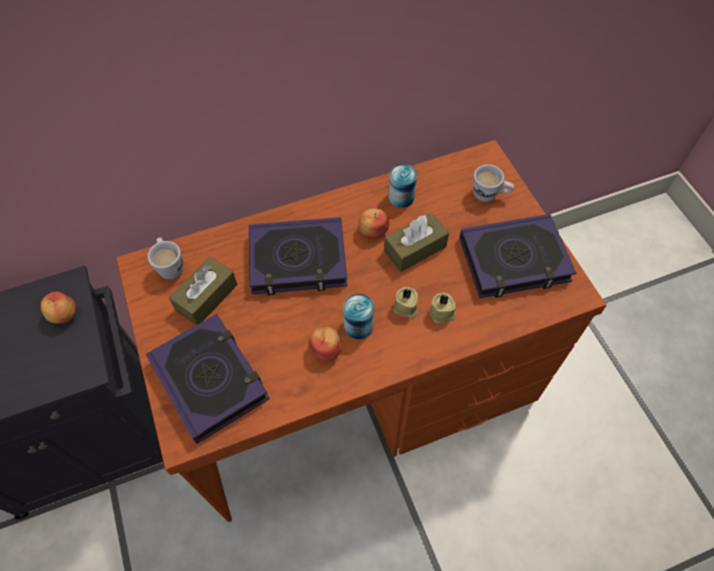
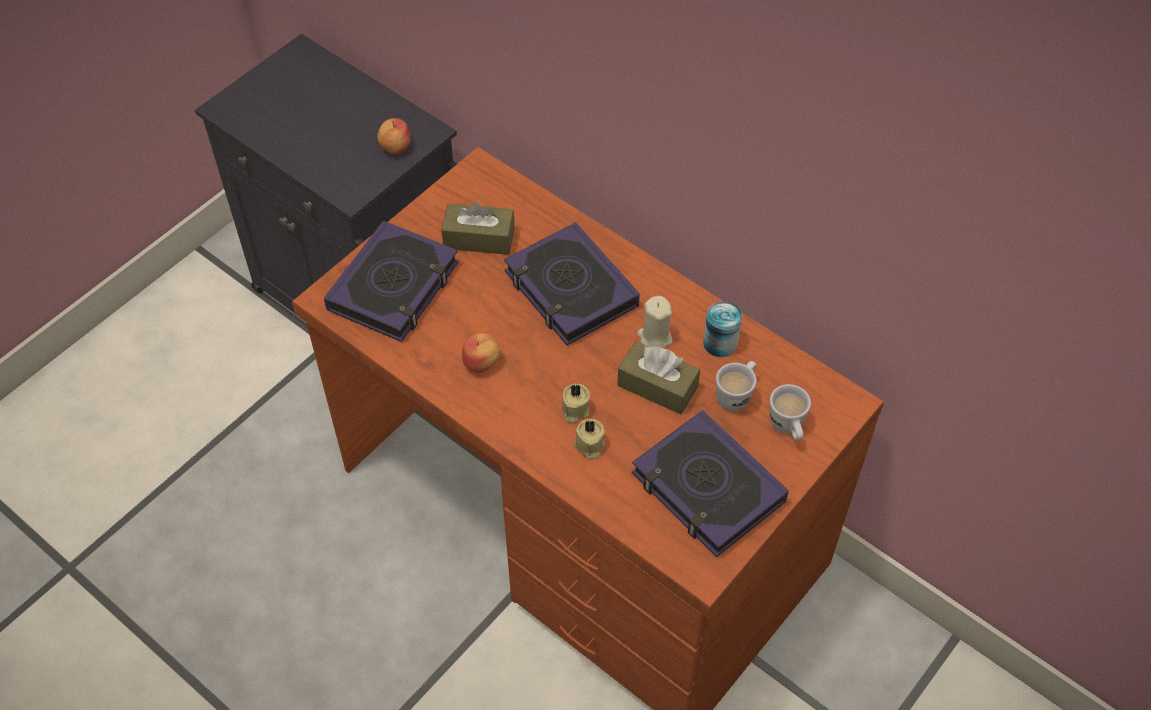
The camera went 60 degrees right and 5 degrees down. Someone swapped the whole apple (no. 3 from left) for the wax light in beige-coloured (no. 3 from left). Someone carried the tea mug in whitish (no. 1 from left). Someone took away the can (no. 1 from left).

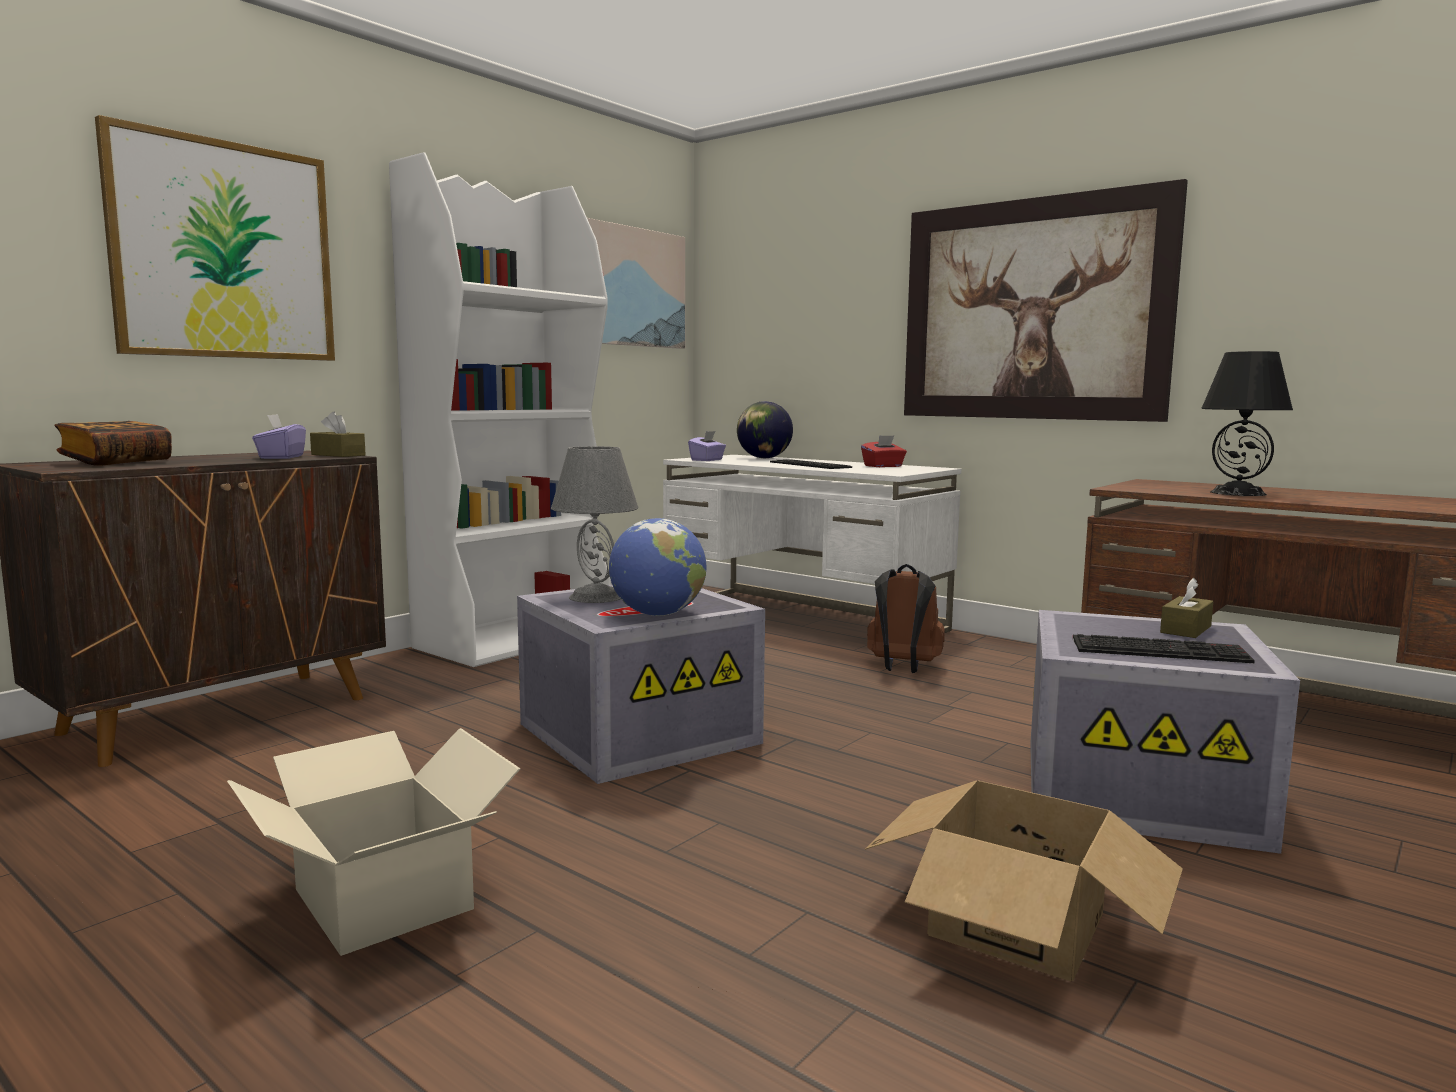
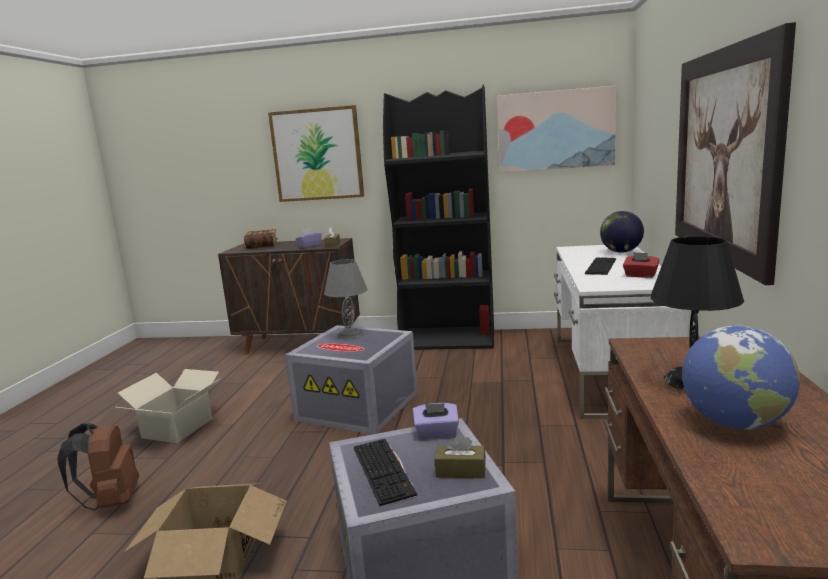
The camera went 60 degrees right and 5 degrees up. Someone repainted the shelving unit in whitish, which became the shelving unit in black-coloured. Someone carried the tissue box in purplish (no. 2 from left). Someone carried the desk globe (no. 1 from left in the first image). Someone carried the backpack in brown.

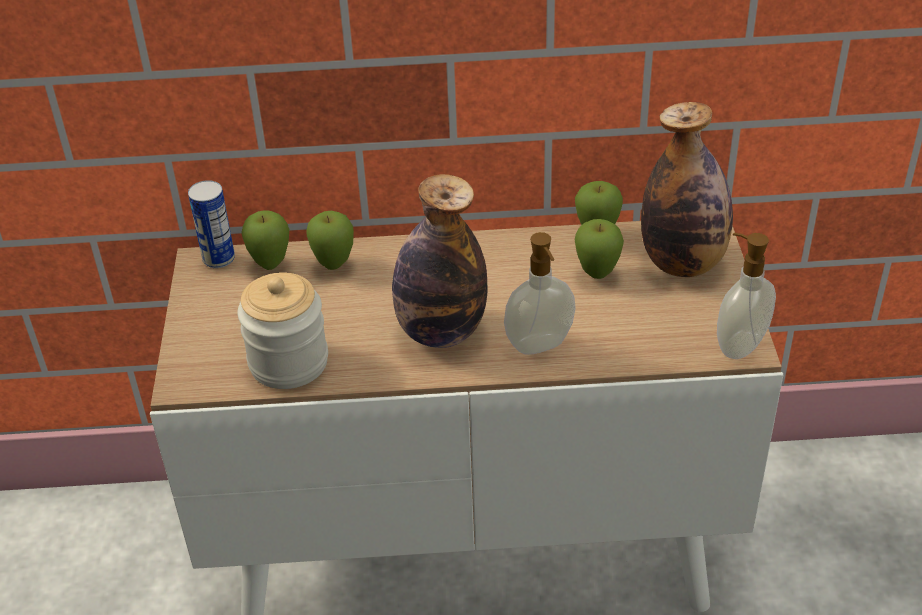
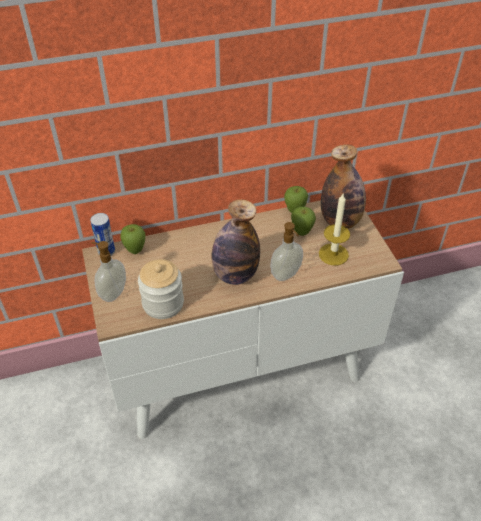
The camera went 15 degrees left and 5 degrees up. Someone took away the whole apple (no. 2 from left). Someone carried the liquid soap bottle (no. 2 from left in the first image). Someone put down the wax light.

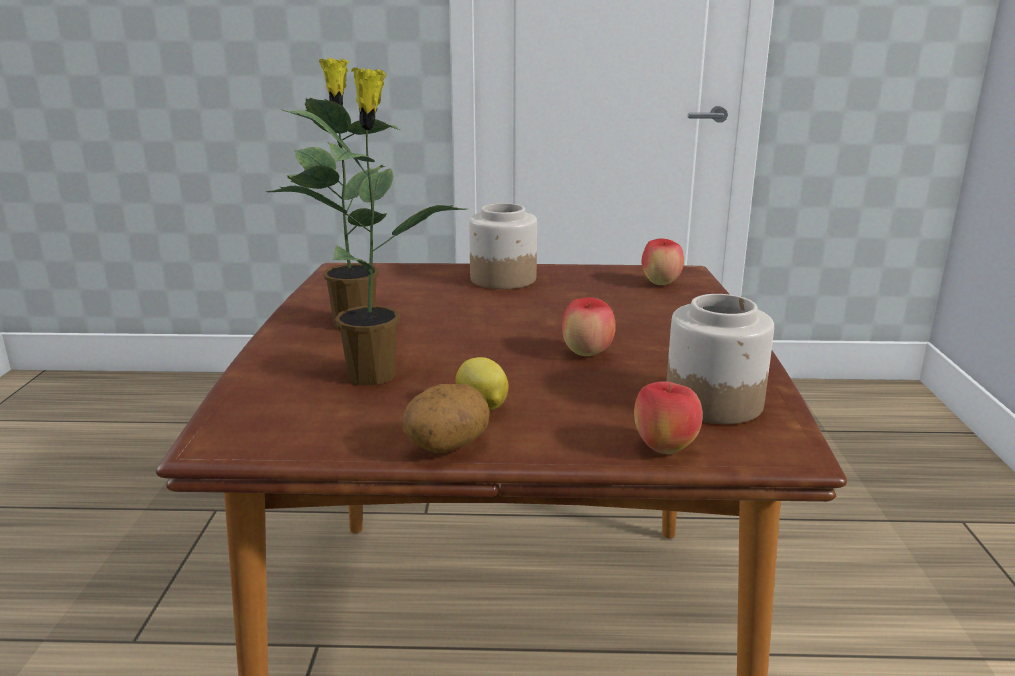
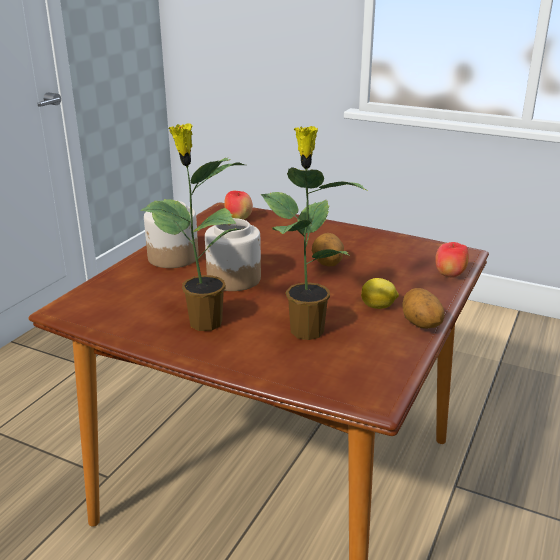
The camera went 65 degrees left and 5 degrees up. Someone carried the preserve jar (no. 2 from left). Someone swapped the whole apple (no. 1 from left) for the potato (no. 1 from left).

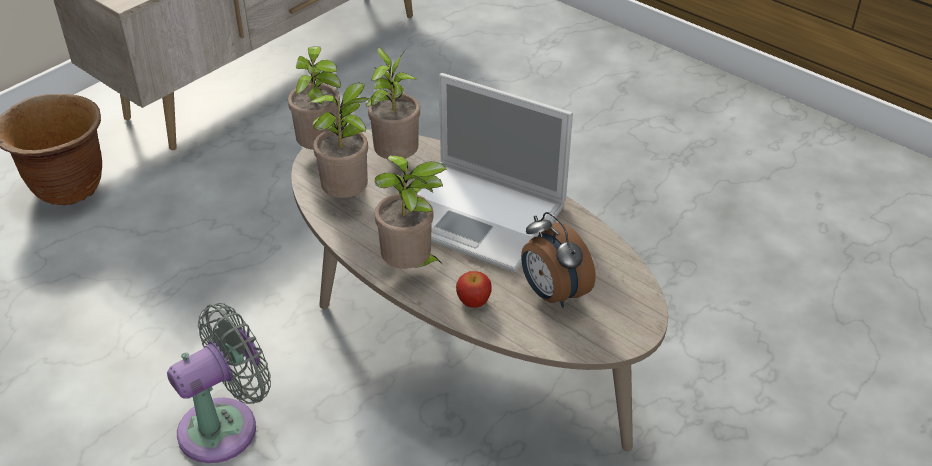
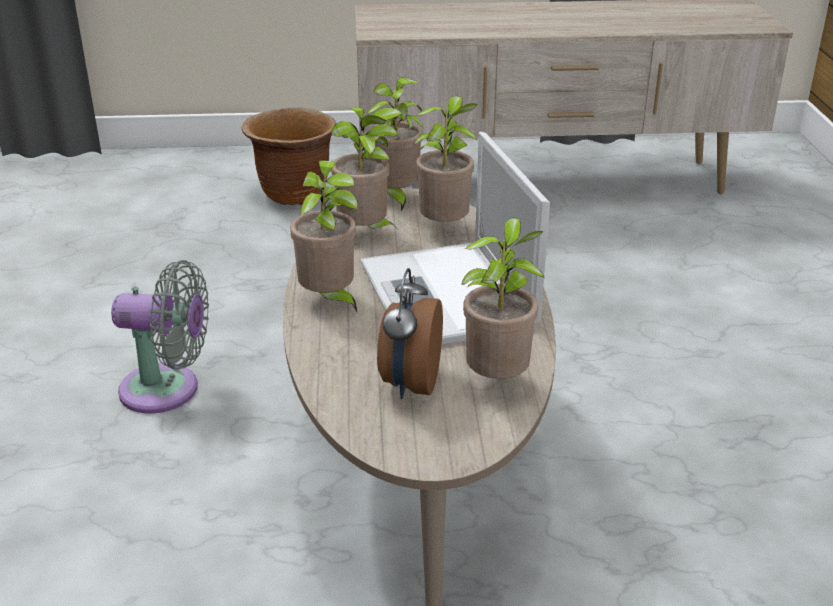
The camera went 45 degrees right and 10 degrees down. Someone took away the whole apple. Someone put down the houseplant (no. 5 from left).

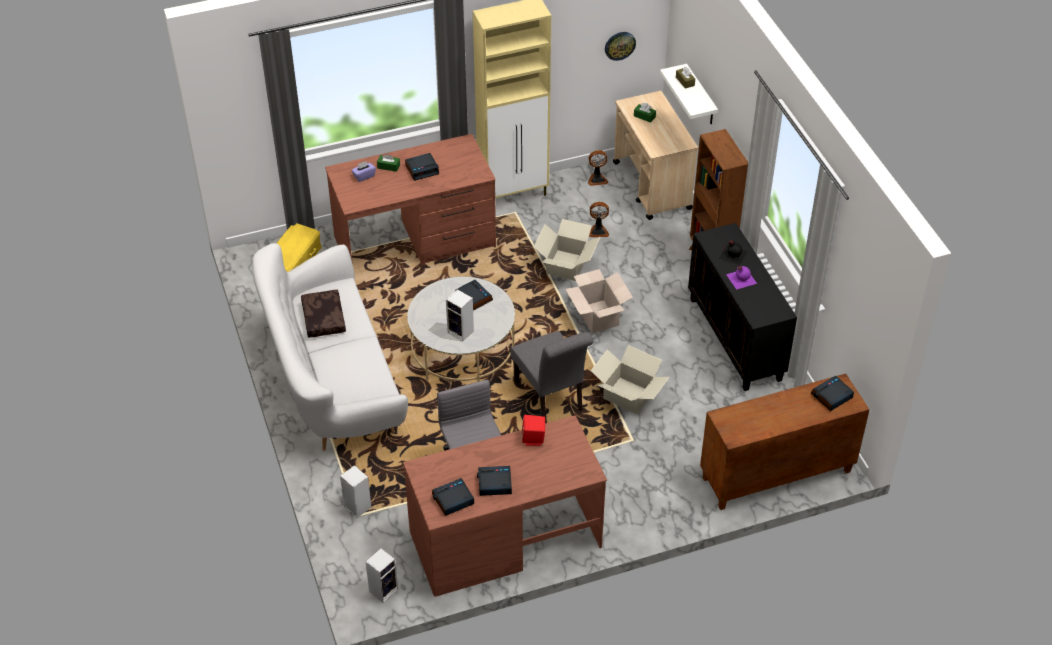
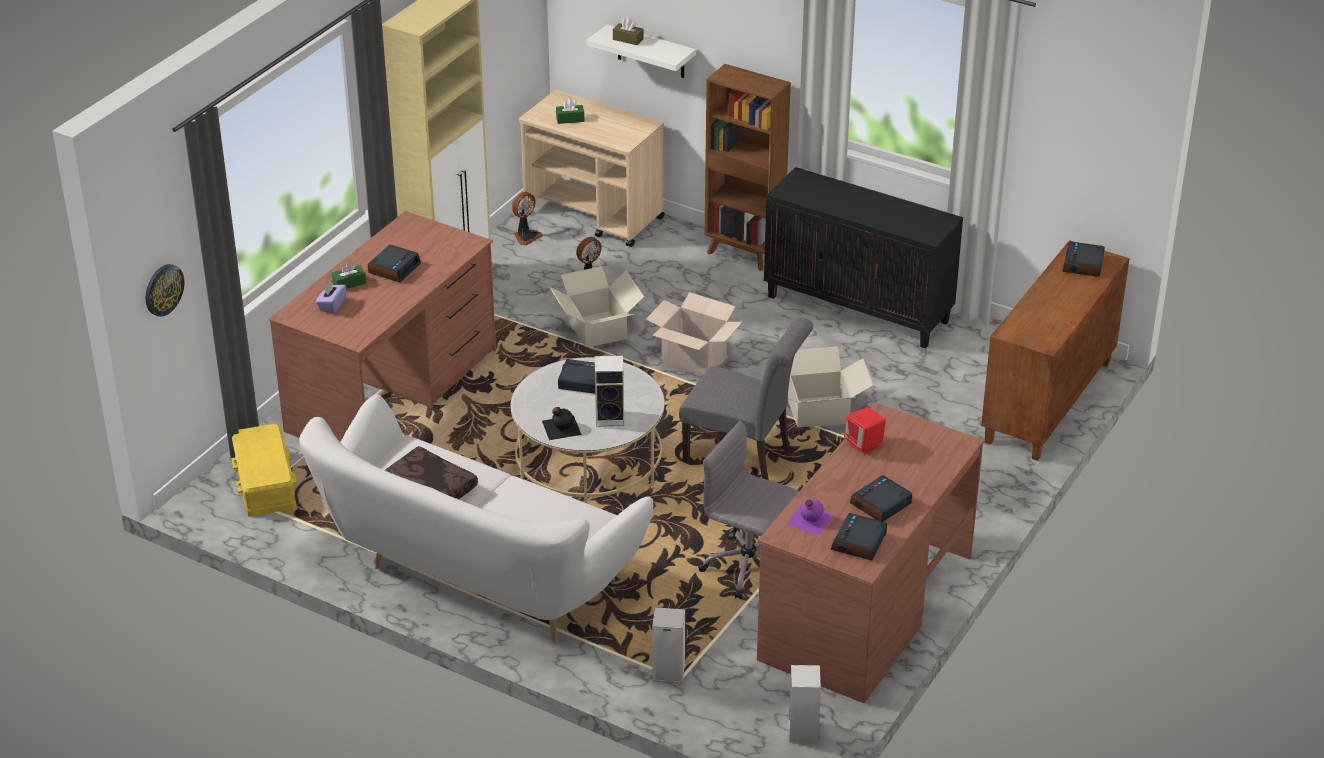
The camera went 40 degrees left and 10 degrees down. Someone carried the hanging clock. Someone carried the beverage bottle in black-coloured. Someone carried the beverage bottle in purplish.

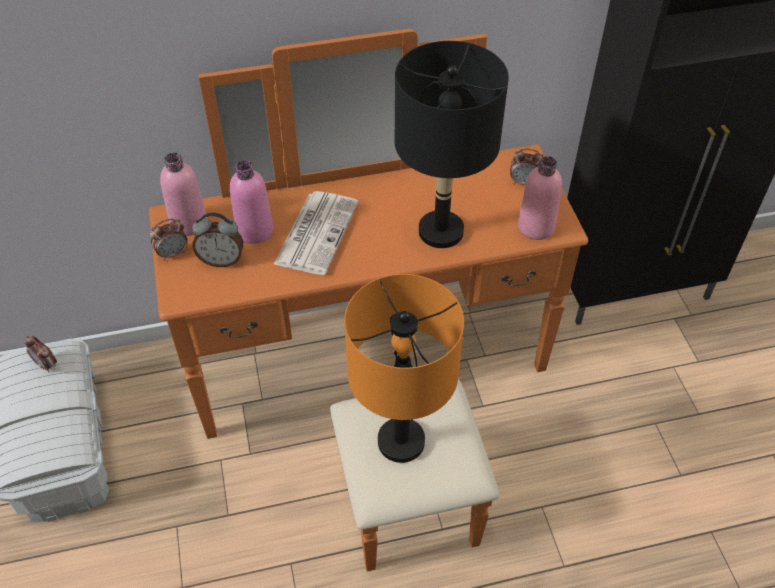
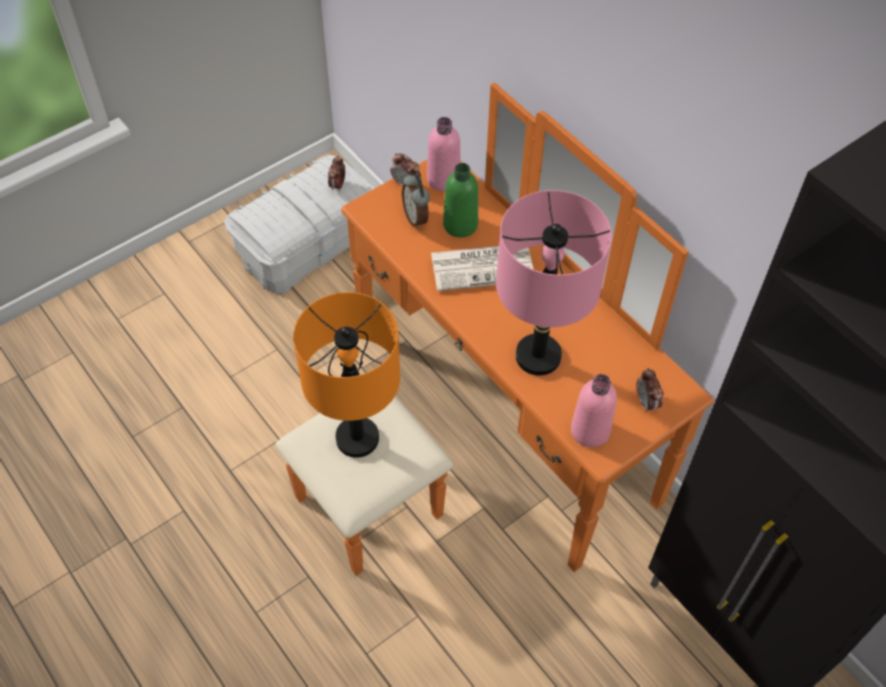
The camera went 65 degrees right and 5 degrees up. Someone repainted the lamp for a table in black-coloured, which became the lamp for a table in pink-coloured. Someone repainted the beverage bottle in pink-coloured (no. 2 from left), which became the beverage bottle in greenish.

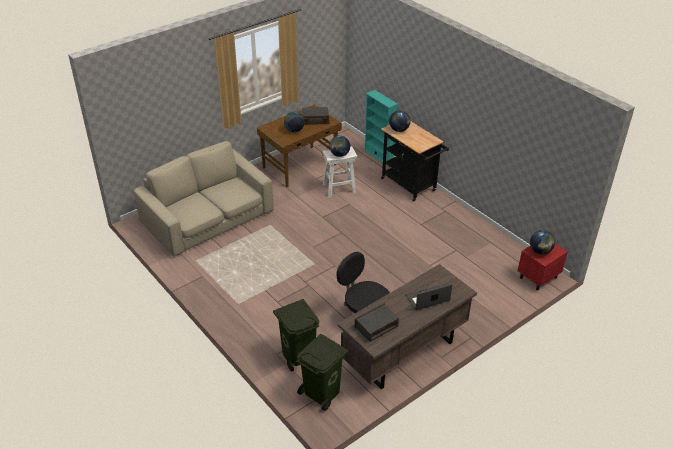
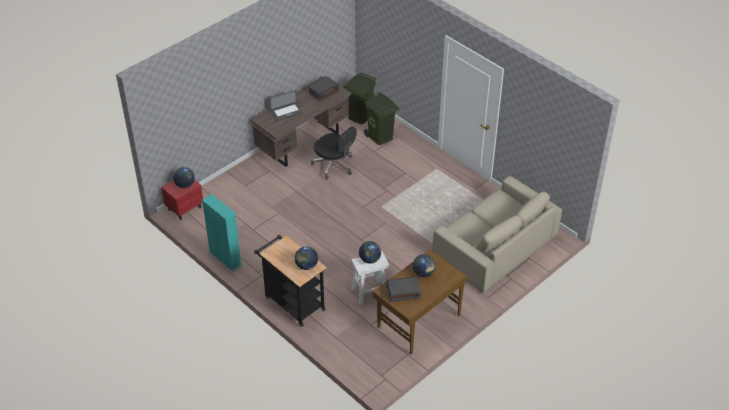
The camera went 175 degrees right and 5 degrees up. Someone carried the shelving unit in blue-green.

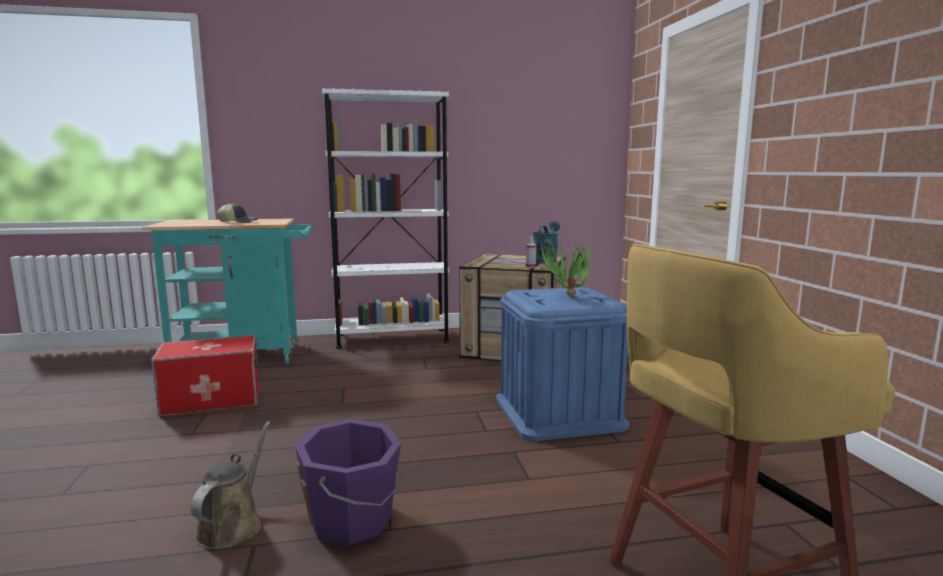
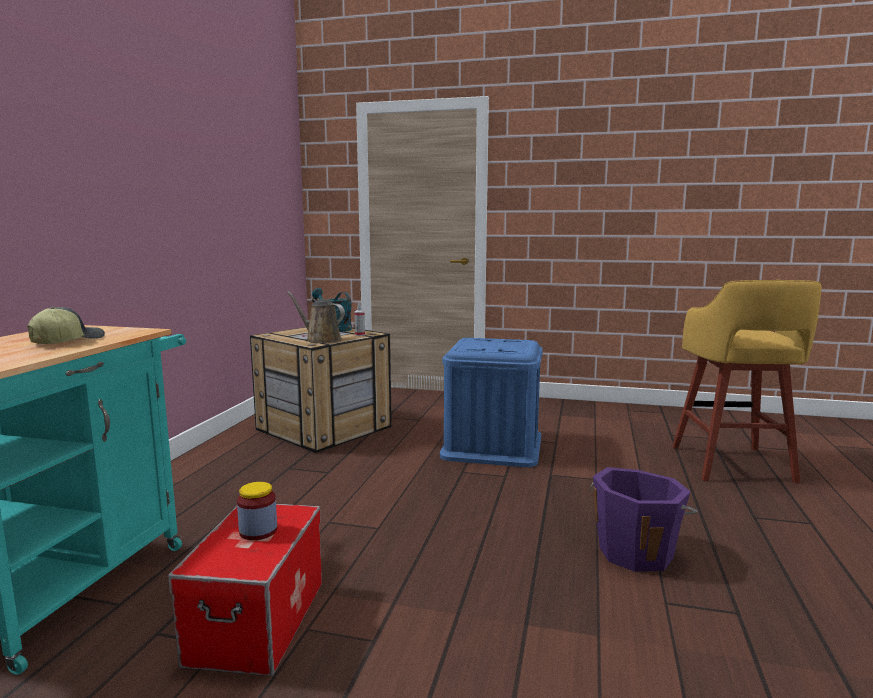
The camera went 65 degrees left and 0 degrees up. Someone took away the shelving unit in whitish. Someone took away the houseplant. Someone carried the watering pot in brown. Someone put down the preserve jar.

